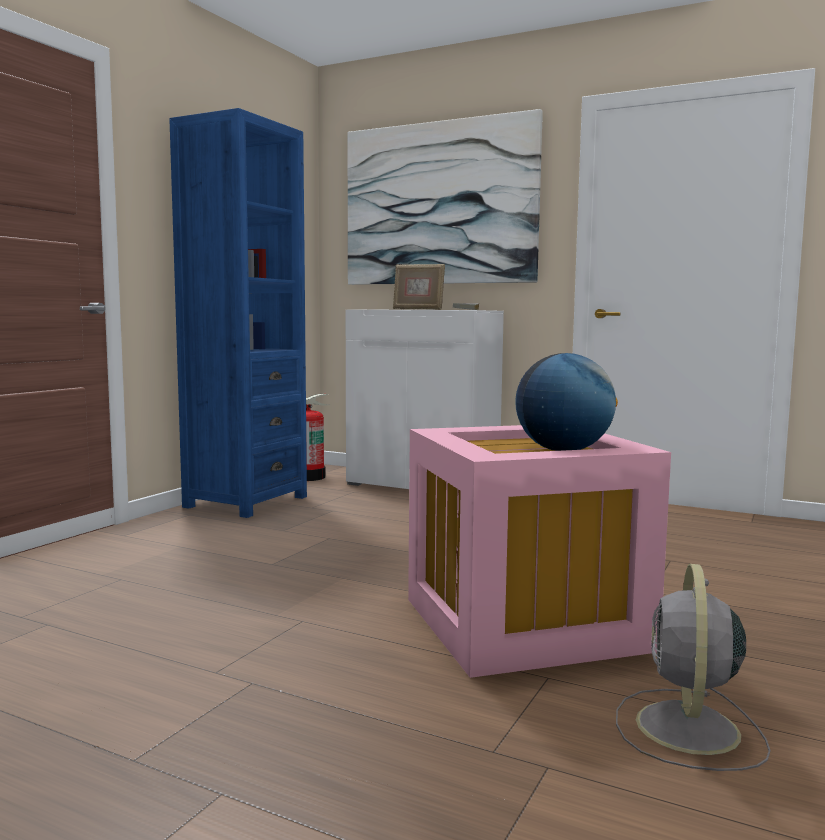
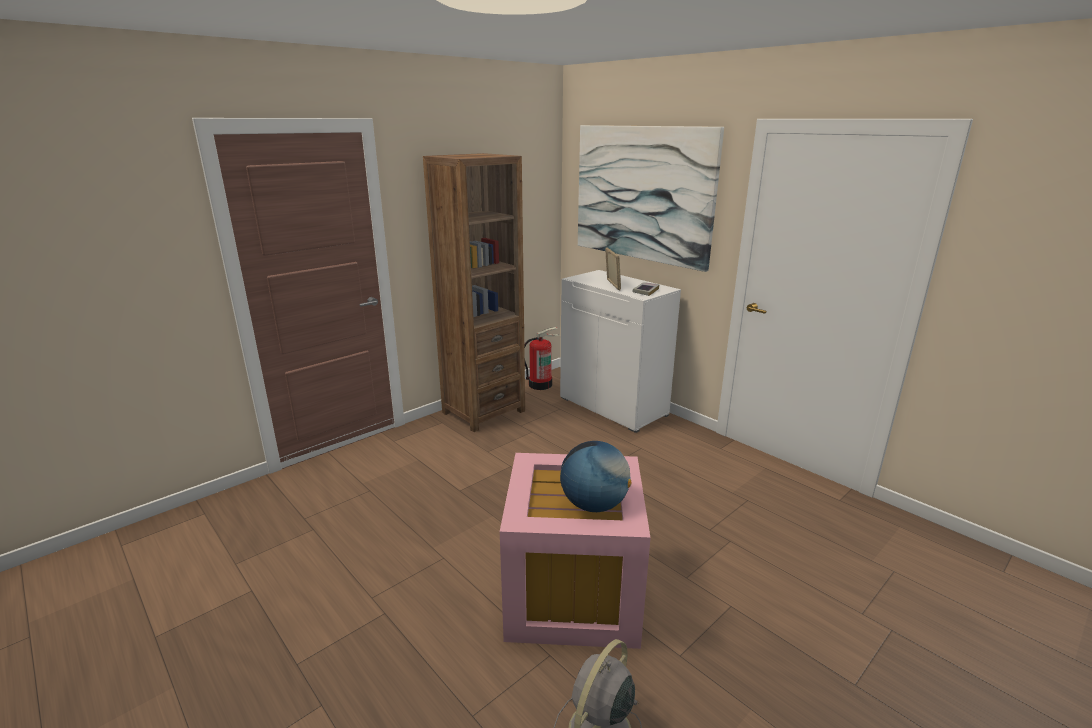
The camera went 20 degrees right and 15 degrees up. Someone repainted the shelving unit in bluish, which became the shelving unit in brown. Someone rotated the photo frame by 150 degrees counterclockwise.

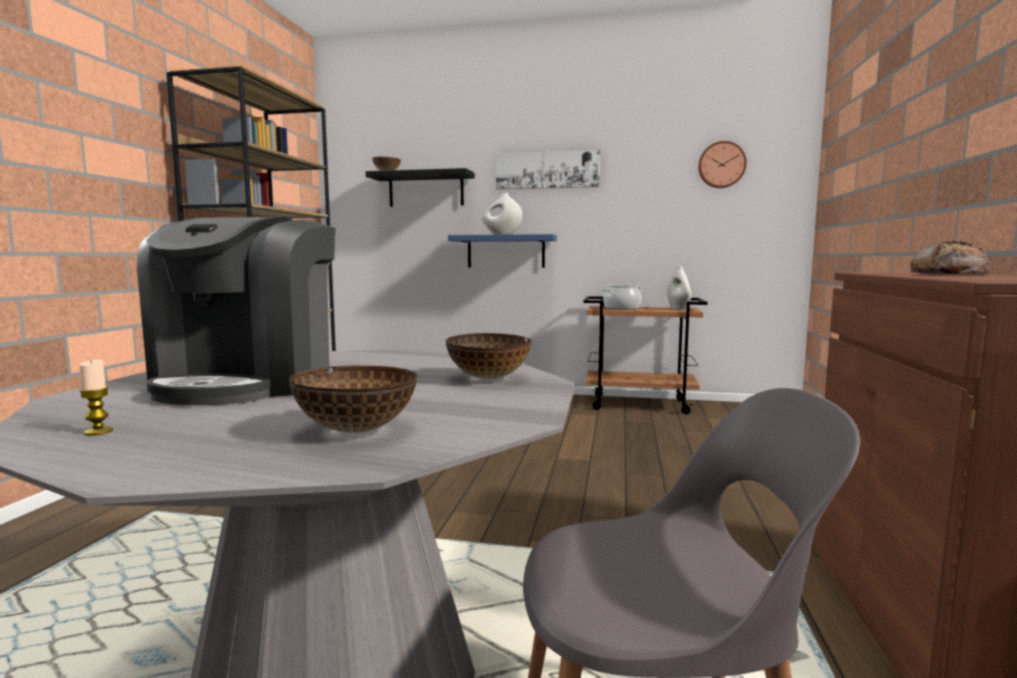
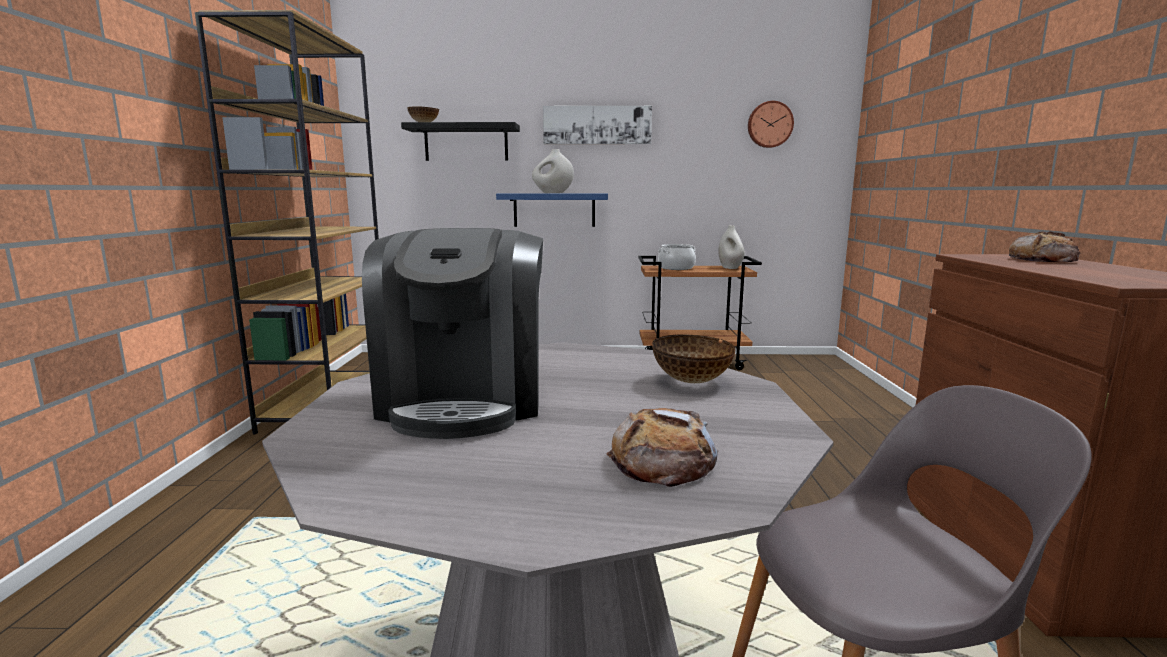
The camera went 10 degrees left and 5 degrees up. Someone took away the wax light. Someone swapped the serving bowl (no. 1 from left) for the bakery bread (no. 1 from left).

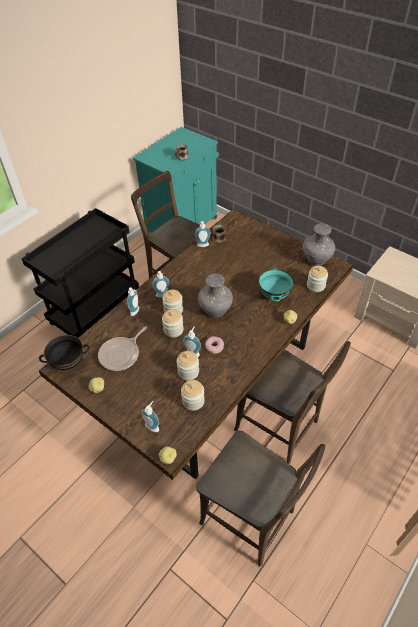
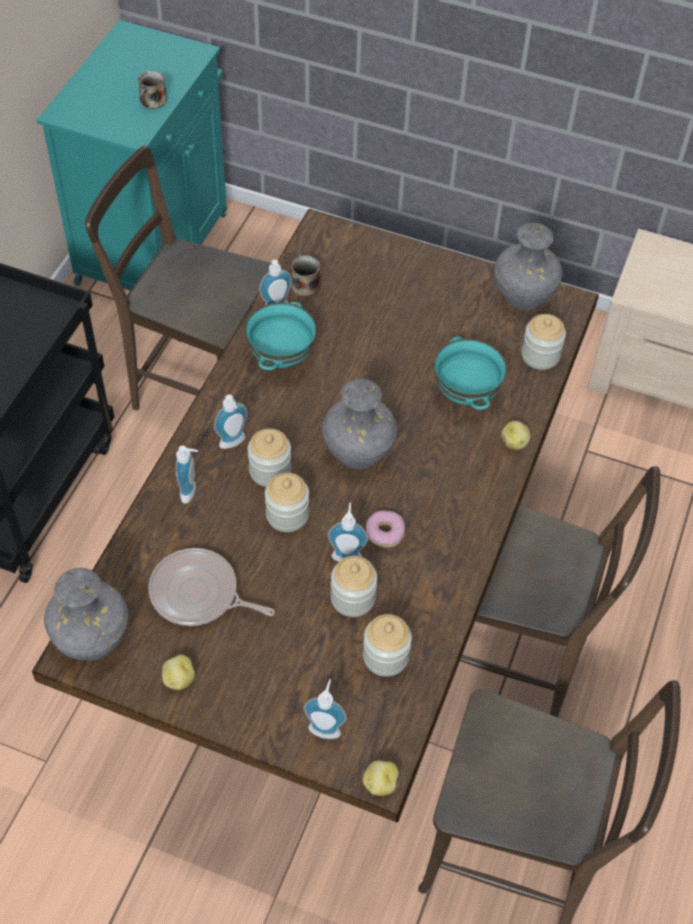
The camera went 20 degrees left and 5 degrees up. Someone rotated the skillet by 90 degrees clockwise. Someone swapped the serving bowl in black-coloured for the decorative vase in grey (no. 1 from left). Someone put down the serving bowl in blue-green (no. 1 from left).

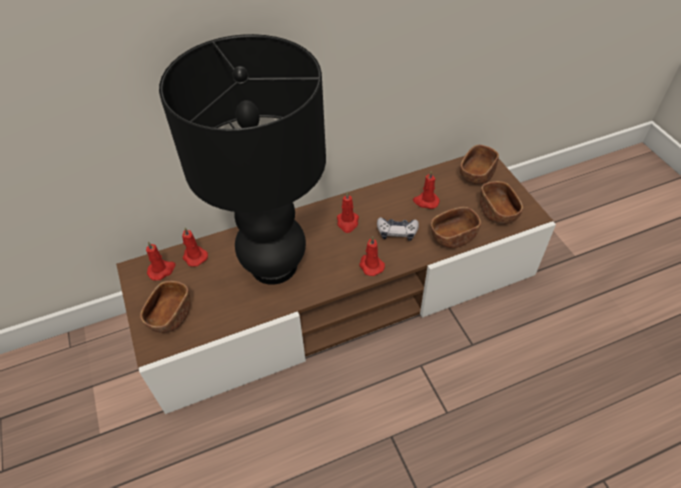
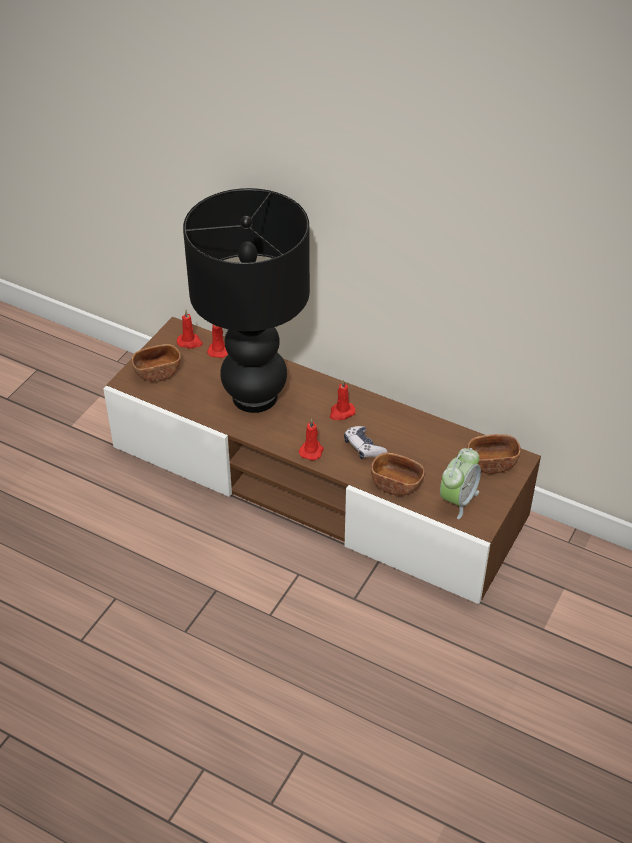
The camera went 50 degrees right and 5 degrees down. Someone took away the wax light in red-coloured (no. 5 from left). Someone swapped the serving bowl in brown (no. 4 from left) for the alarm clock.

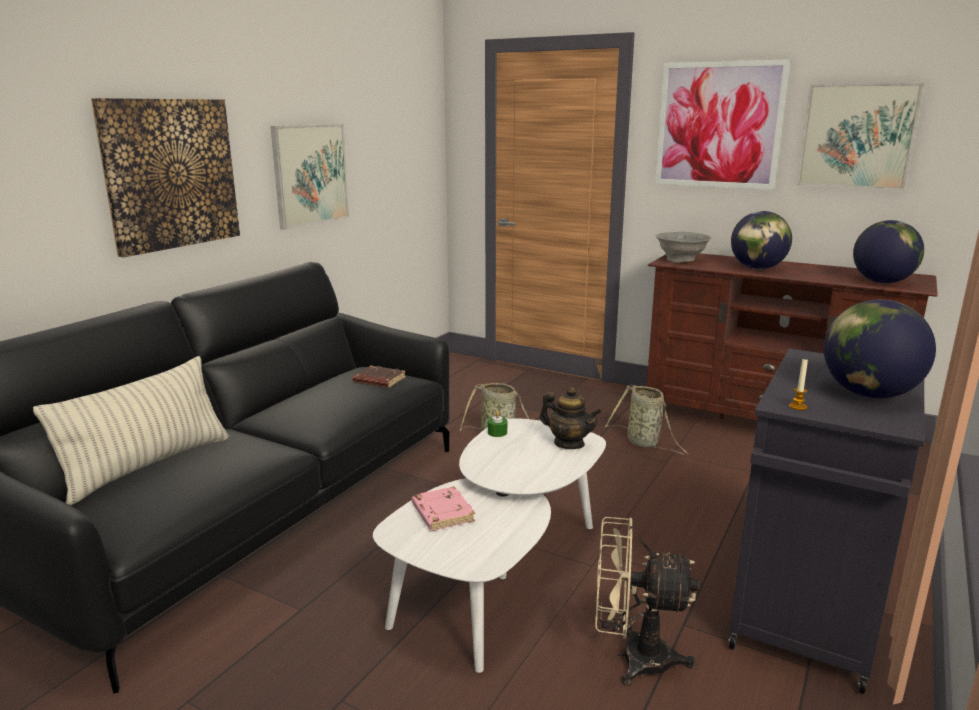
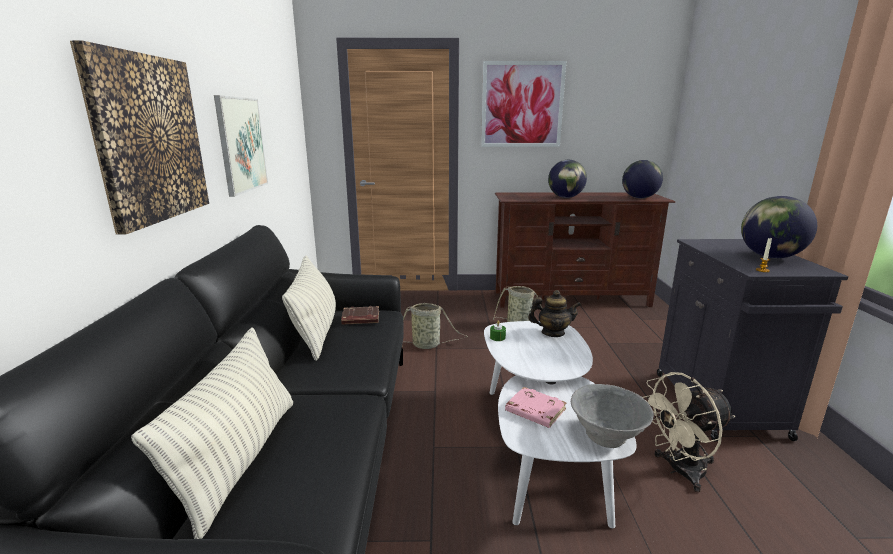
The camera went 30 degrees left and 0 degrees up. Someone took away the wall picture (no. 4 from left). Someone carried the serving bowl in grey. Someone put down the cushion (no. 2 from left).

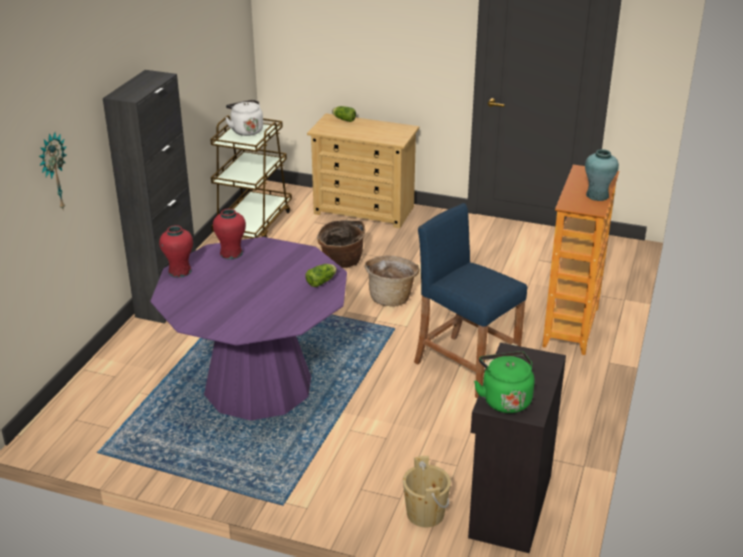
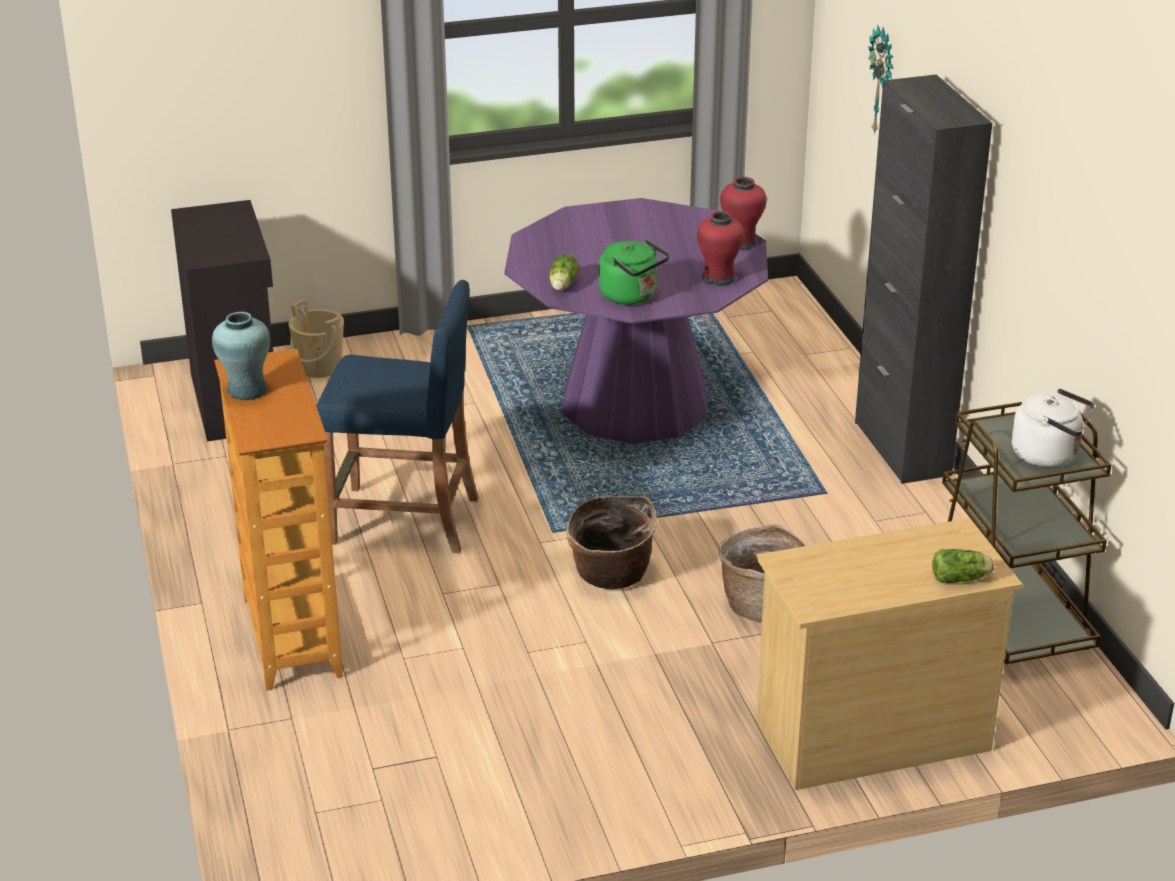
The camera went 145 degrees right and 0 degrees up. Someone carried the tea kettle in greenish.

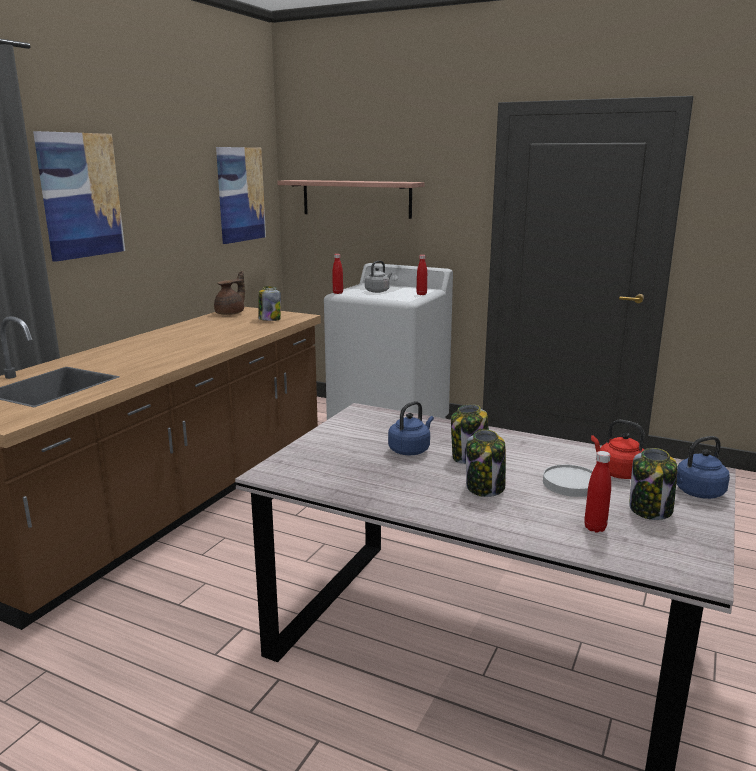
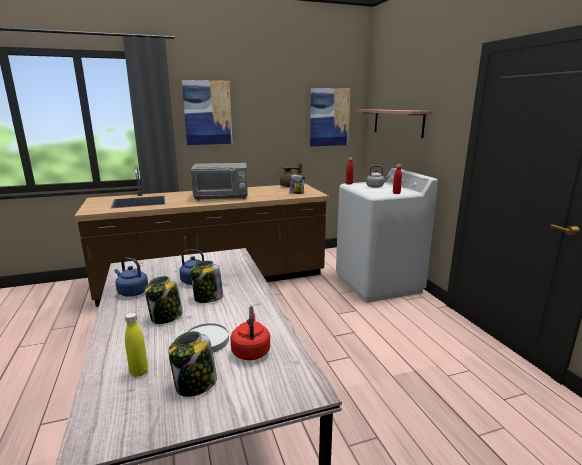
The camera went 45 degrees right and 0 degrees up. Someone carried the tea kettle in bluish (no. 2 from left in the first image). Someone repainted the beverage bottle in red-coloured (no. 3 from left), which became the beverage bottle in yellow. Someone put down the microwave oven in grey.

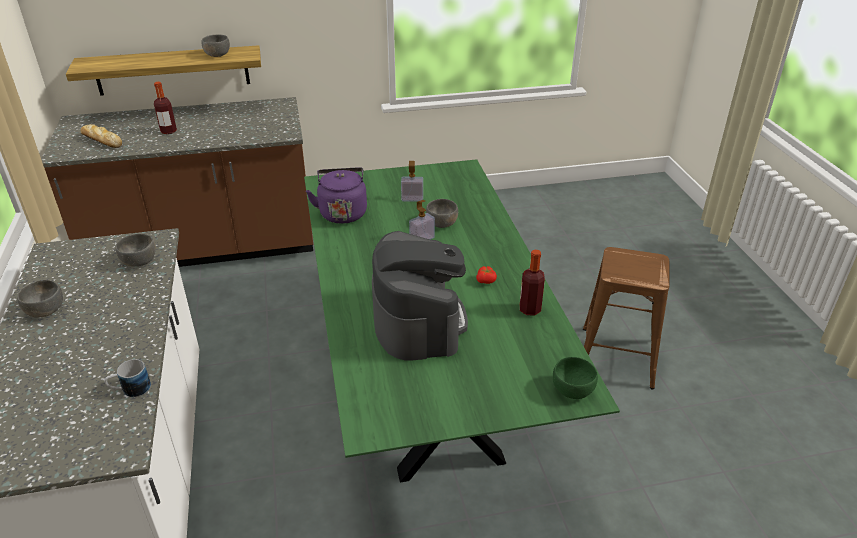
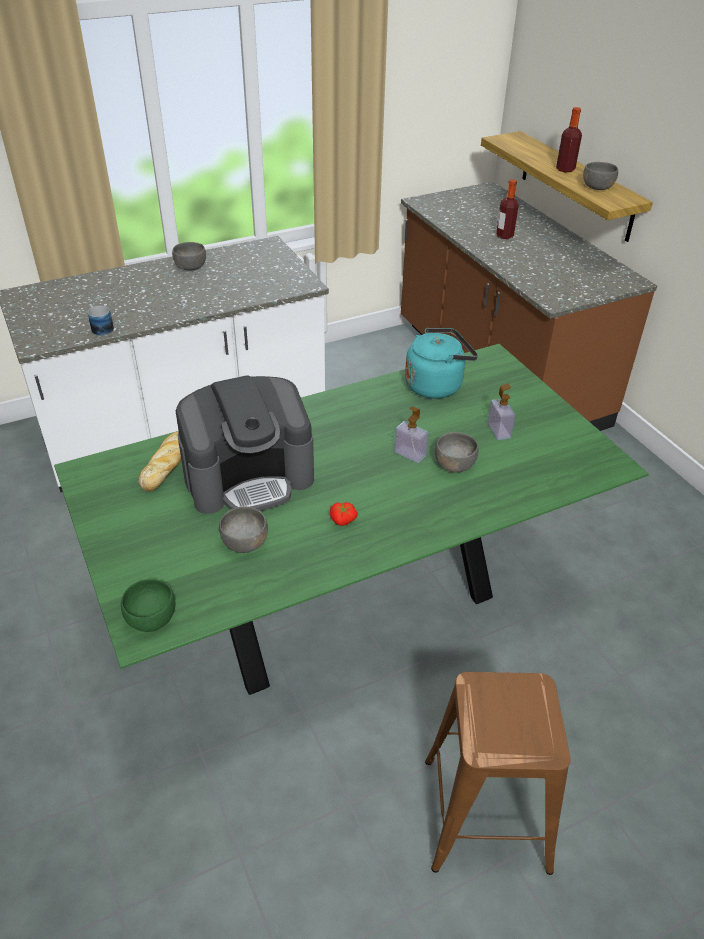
The camera went 75 degrees right and 5 degrees up. Someone carried the bakery bread. Someone repainted the tea kettle in purplish, which became the tea kettle in blue-green. Someone carried the serving bowl in grey (no. 2 from left). Someone carried the beverage bottle (no. 2 from left).

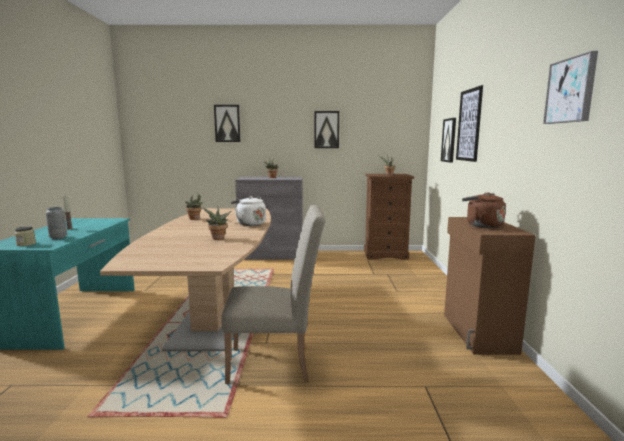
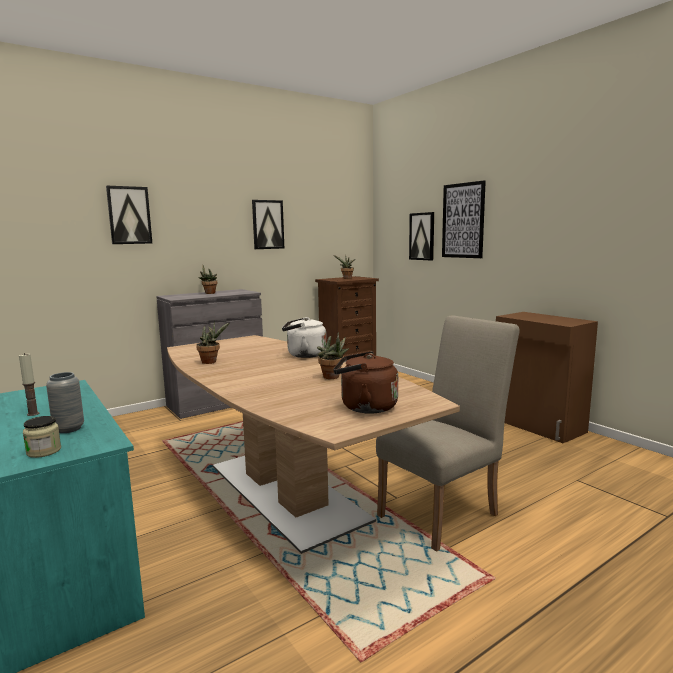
The camera went 35 degrees left and 0 degrees up. Someone took away the wall picture (no. 5 from left). Someone carried the tea kettle in brown.

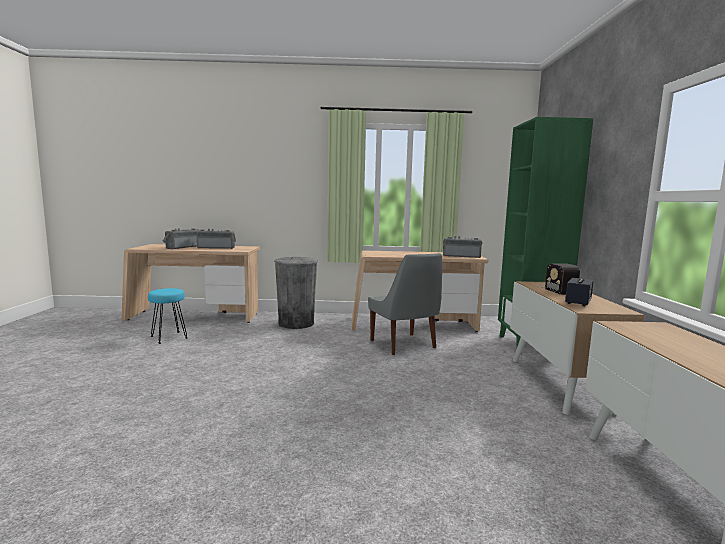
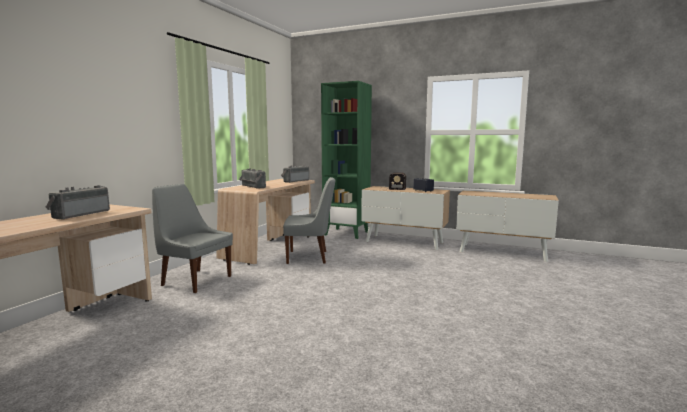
The camera went 65 degrees left and 0 degrees up. Someone carried the radio (no. 1 from left in the first image). Someone swapped the rubbish bin in grey for the upright chair in grey (no. 1 from left). Someone took away the stool in blue-green.

